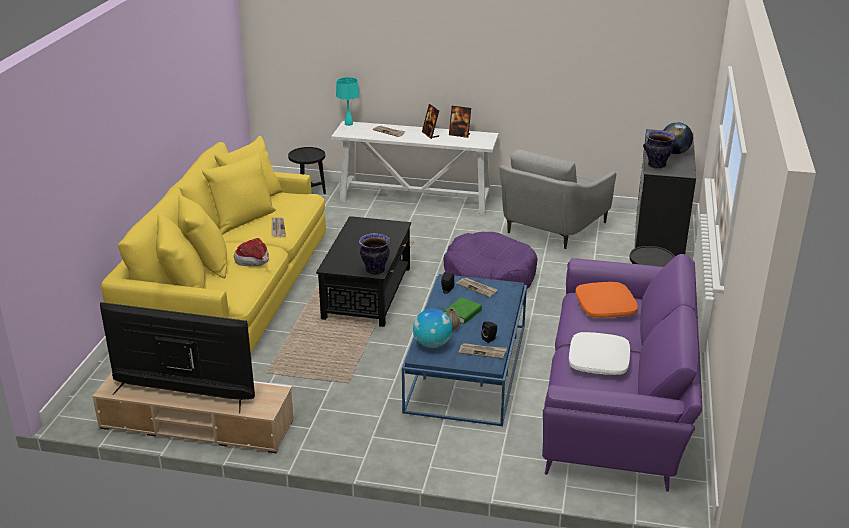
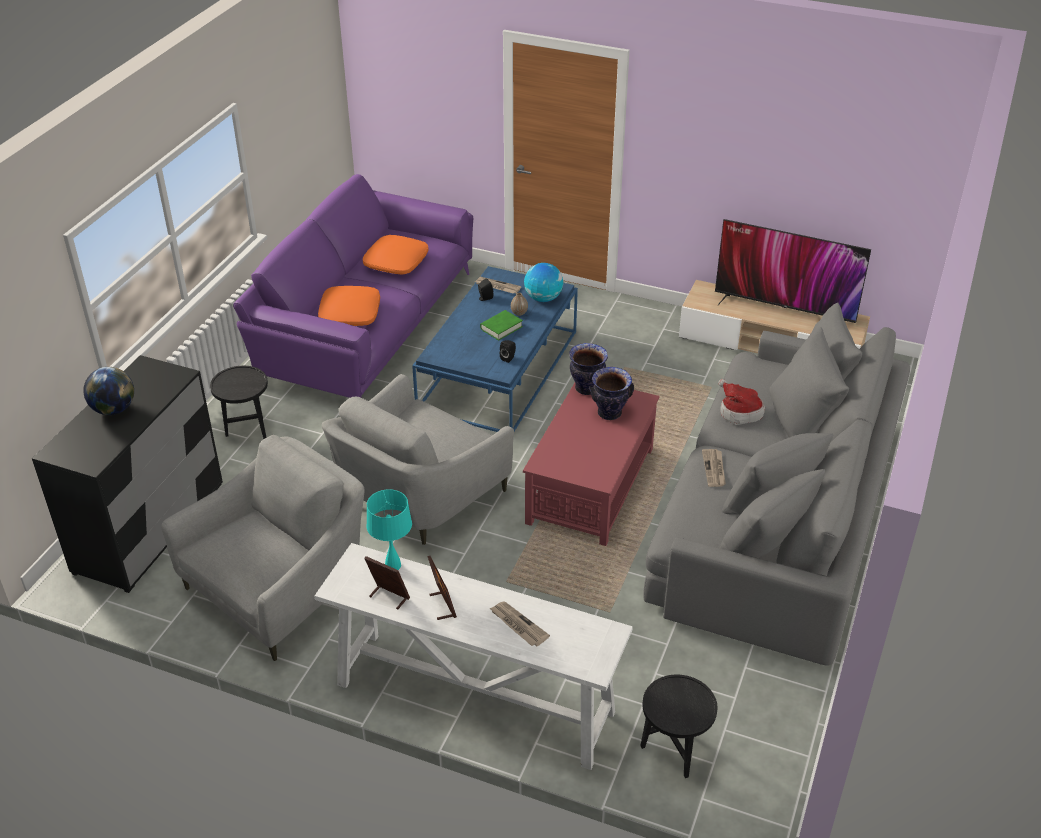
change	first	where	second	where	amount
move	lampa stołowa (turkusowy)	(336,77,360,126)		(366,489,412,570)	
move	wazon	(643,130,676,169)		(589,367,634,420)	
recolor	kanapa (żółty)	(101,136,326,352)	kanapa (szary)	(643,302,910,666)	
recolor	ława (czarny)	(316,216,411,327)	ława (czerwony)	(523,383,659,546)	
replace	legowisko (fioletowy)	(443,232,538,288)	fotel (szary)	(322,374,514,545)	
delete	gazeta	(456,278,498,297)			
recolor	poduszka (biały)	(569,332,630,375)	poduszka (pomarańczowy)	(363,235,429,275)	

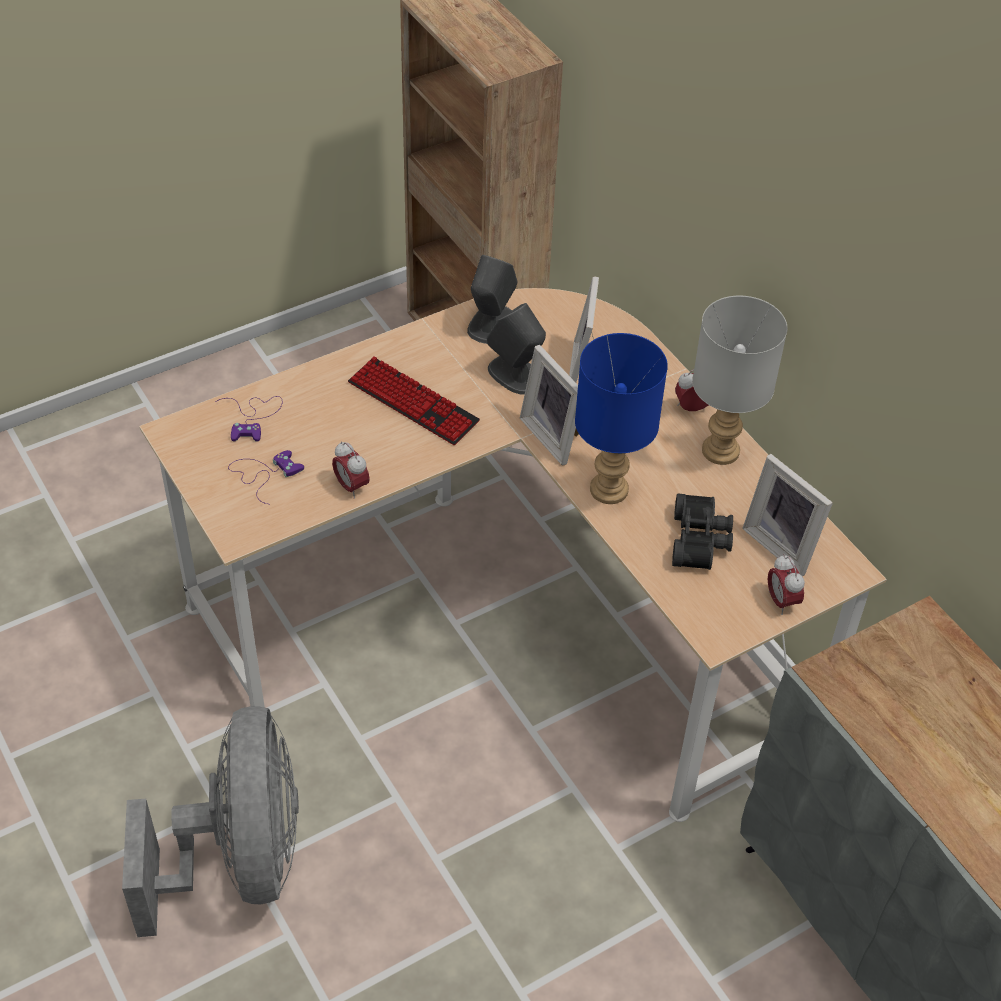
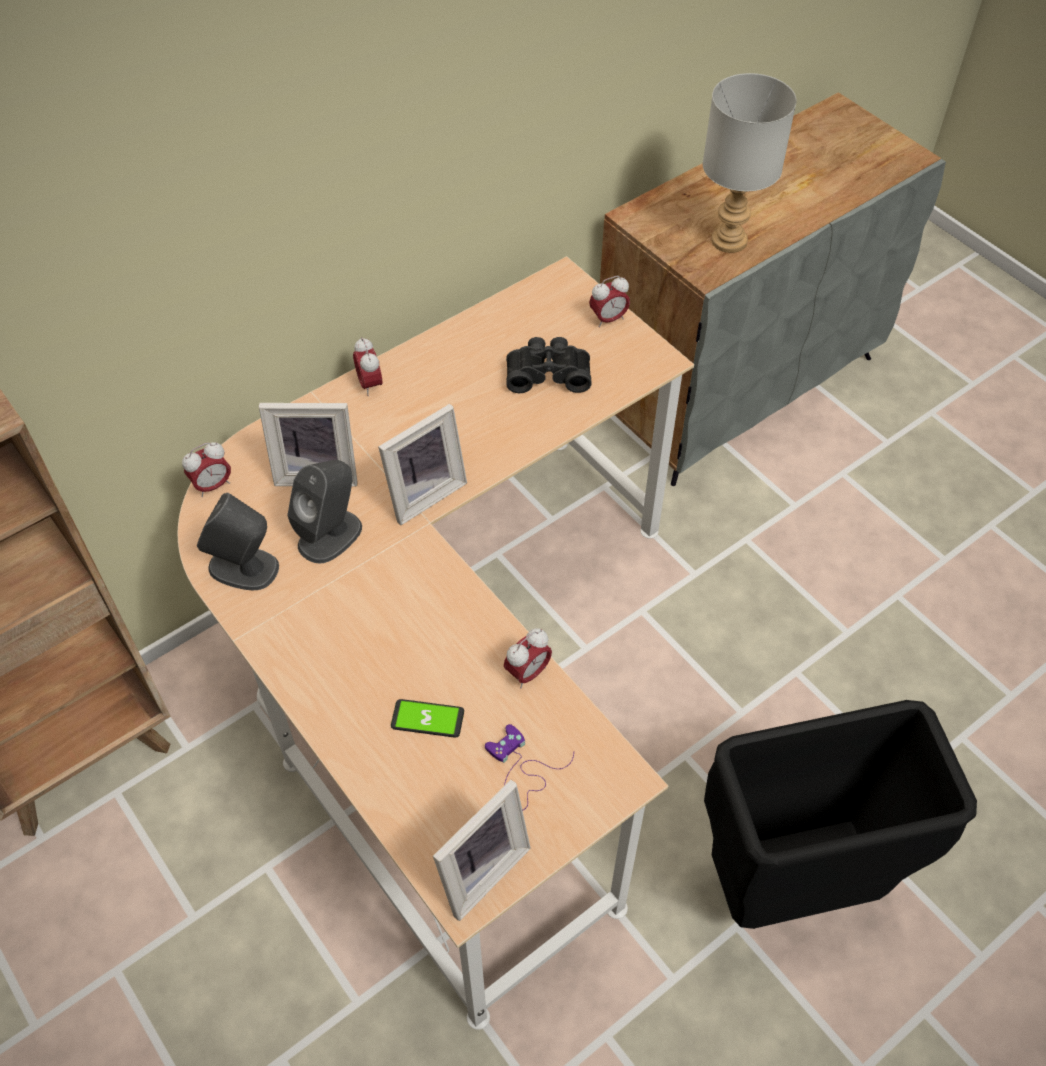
change	first	where	second	where	amount
move	lampa stołowa (szary)	(692,296,787,465)		(703,73,796,253)	
delete	lampa stołowa (niebieski)	(575,333,668,504)			
delete	klawiatura	(348,356,480,445)			
delete	pad do gier (fioletowy)	(216,396,282,442)			
move	ramka na zdjęcie	(742,454,833,577)		(433,780,531,921)	
replace	wentylator (szary)	(122,706,299,937)	kosz na śmieci (czarny)	(704,700,977,929)	
insert			budzik	(182,442,231,497)	
insert			telefon	(391,699,464,738)	

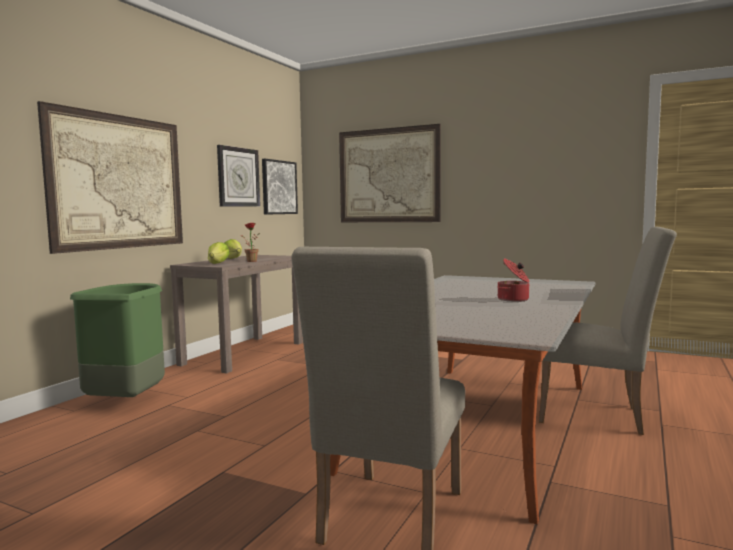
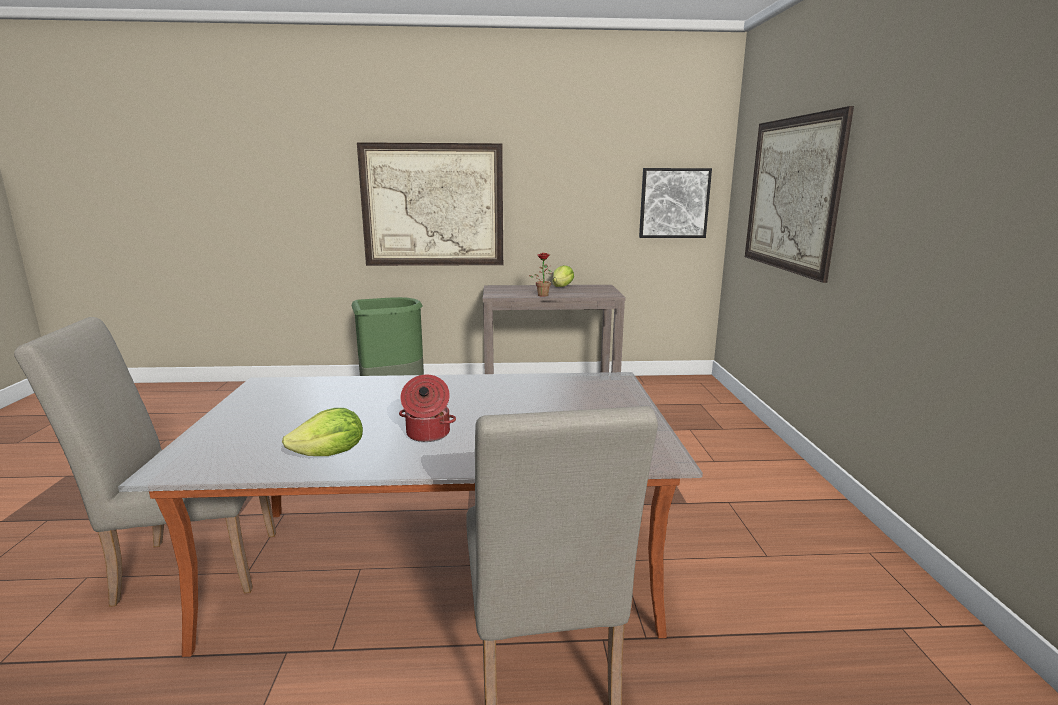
change	first	where	second	where	amount
delete	zegar ścienny	(217,145,260,207)			
move	sałata	(208,242,230,264)		(282,408,363,456)	

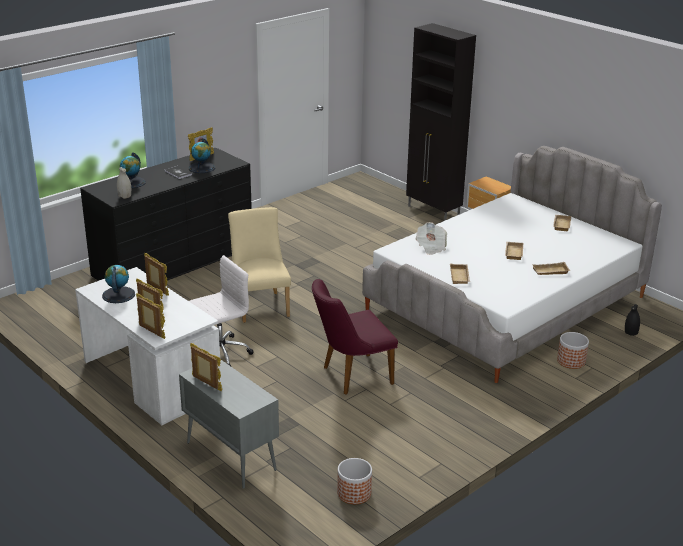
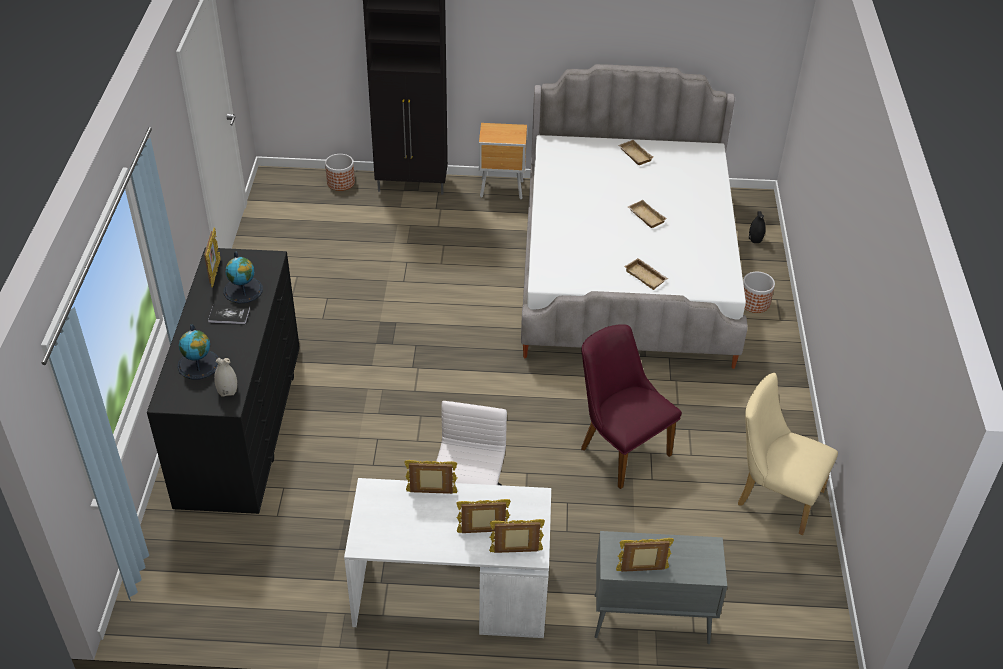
change	first	where	second	where	amount
move	krzesło (beżowy)	(228,207,291,323)		(738,373,838,535)	
delete	gazeta	(416,222,447,255)			
delete	taca (beżowy)	(532,262,570,275)			
delete	globus	(102,265,135,303)			
rotate	krzesło (fioletowy)	(312,279,398,395)		(581,324,682,489)	120 degrees clockwise
move	donica	(337,458,372,504)		(325,154,355,191)	

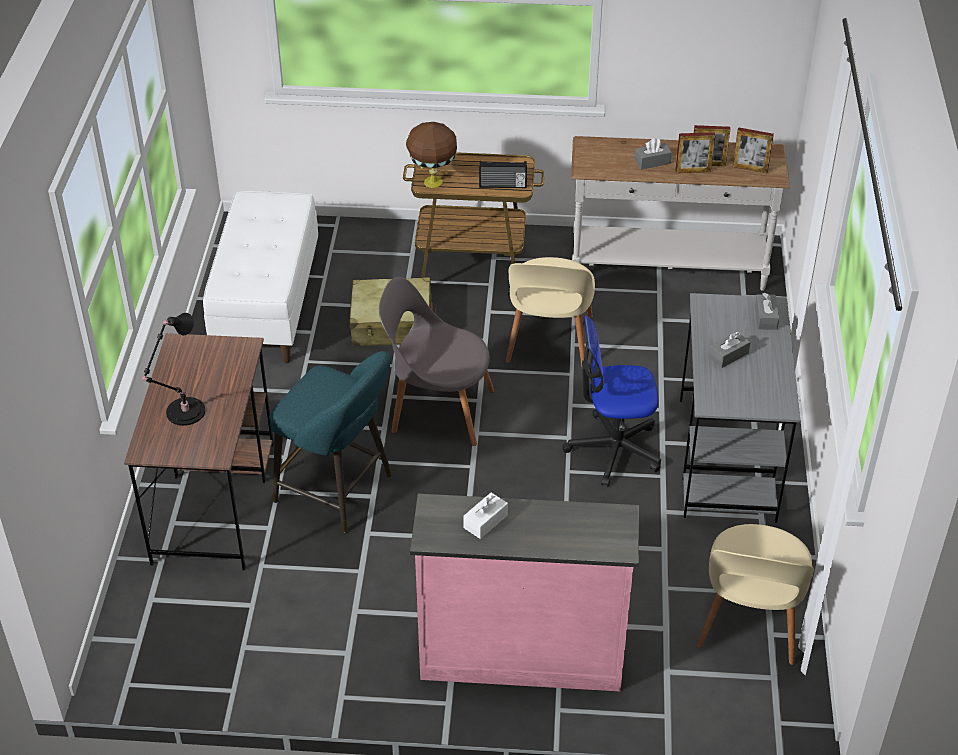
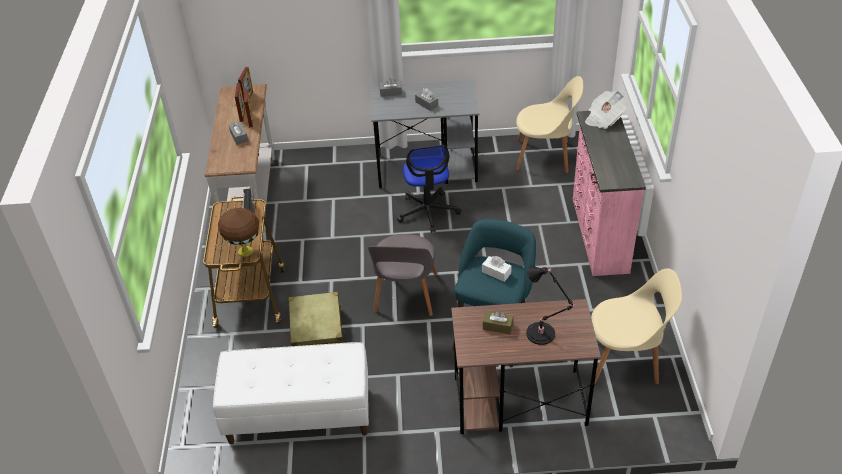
change	first	where	second	where	amount
move	krzesło (beżowy)	(505,257,595,366)		(591,268,682,384)	
move	pudełko chusteczek (biały)	(463,493,508,539)		(482,256,512,282)	
insert			gazeta	(585,91,628,129)	
insert			pudełko chusteczek (brązowy)	(483,311,514,334)	

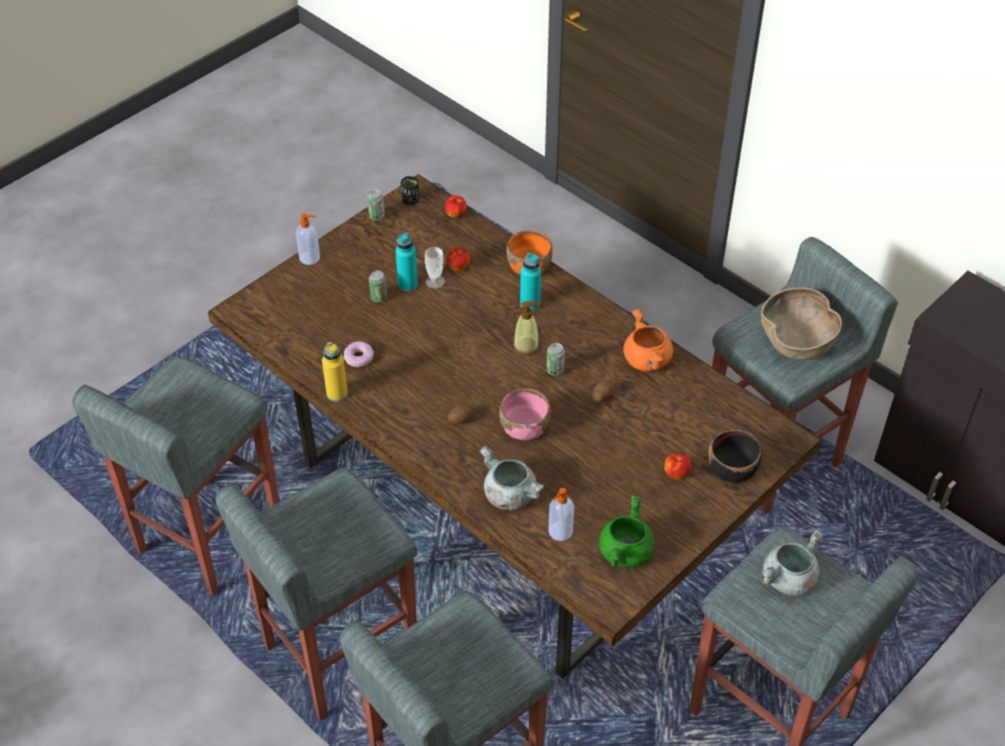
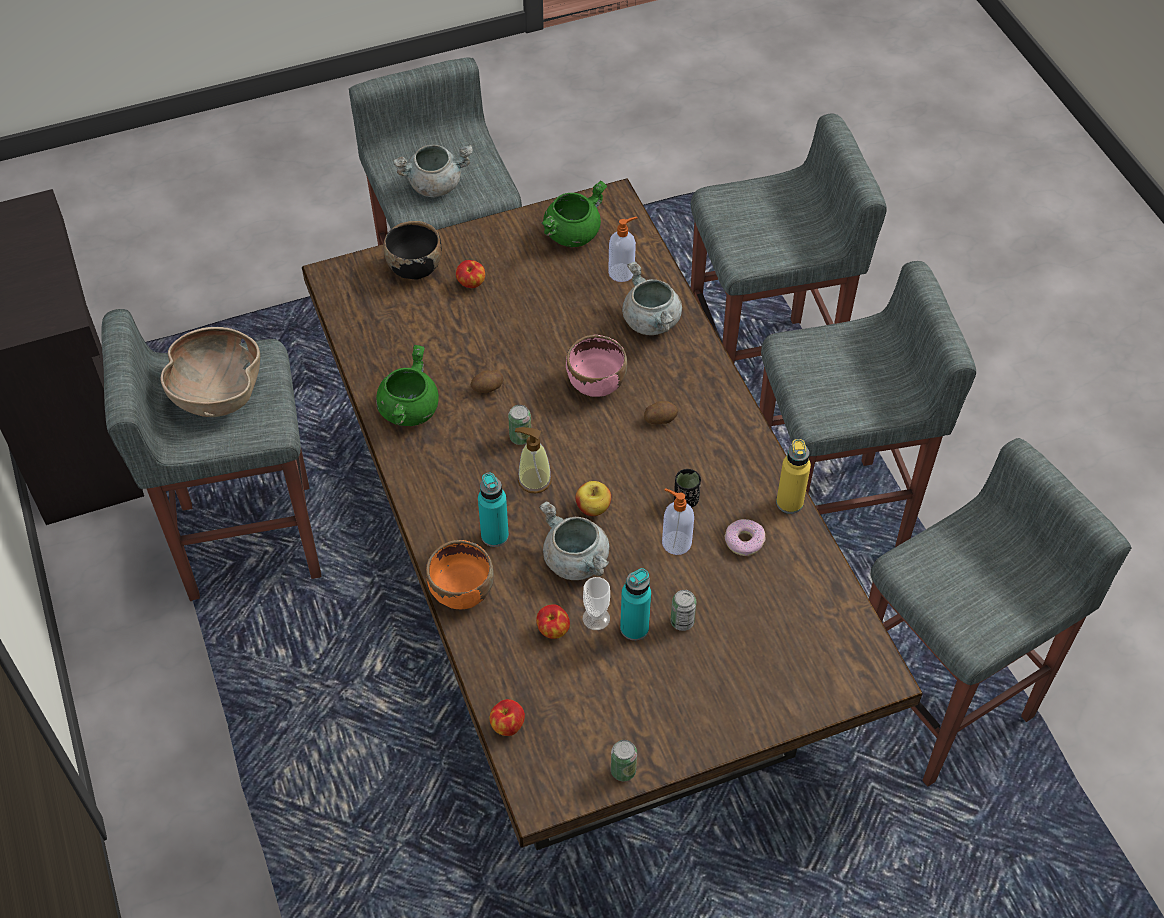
change	first	where	second	where	amount
move	filiżanka (czarny)	(401,176,419,205)		(674,469,701,508)	
move	dozownik mydła	(296,213,320,265)		(662,488,694,555)	
recolor	garnek (pomarańczowy)	(623,309,673,371)	garnek (zielony)	(376,345,439,426)	
insert			jabłko	(575,481,611,516)	
insert			garnek (szary)	(539,501,610,580)	

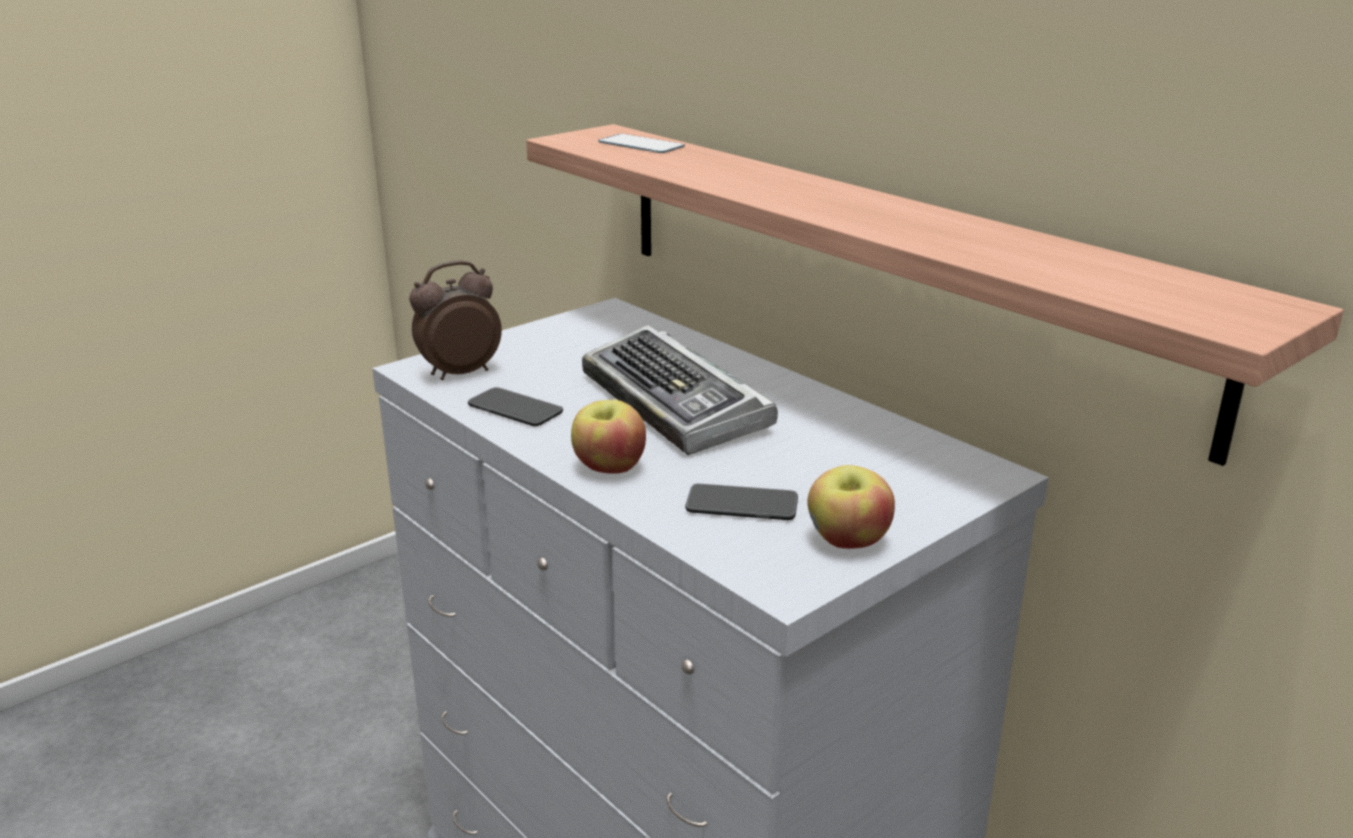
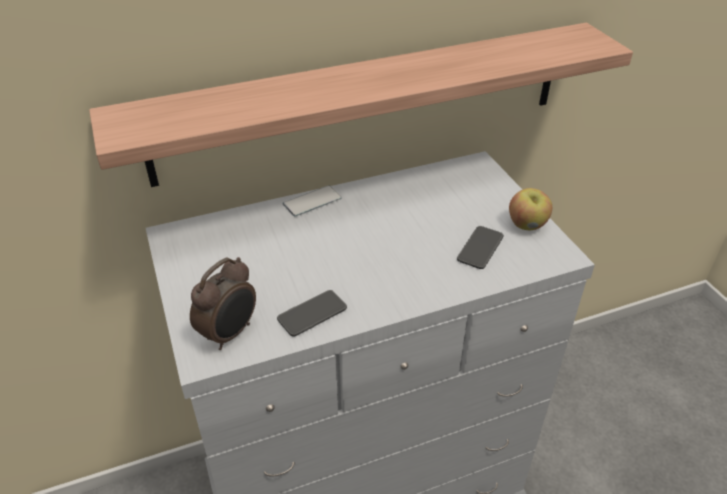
change	first	where	second	where	amount
move	telefon	(598,134,685,153)		(282,185,342,216)	
rotate	budzik	(409,260,502,380)		(190,257,256,350)	135 degrees counterclockwise
delete	klawiatura	(582,325,778,455)			
delete	jabłko	(571,400,646,474)			

